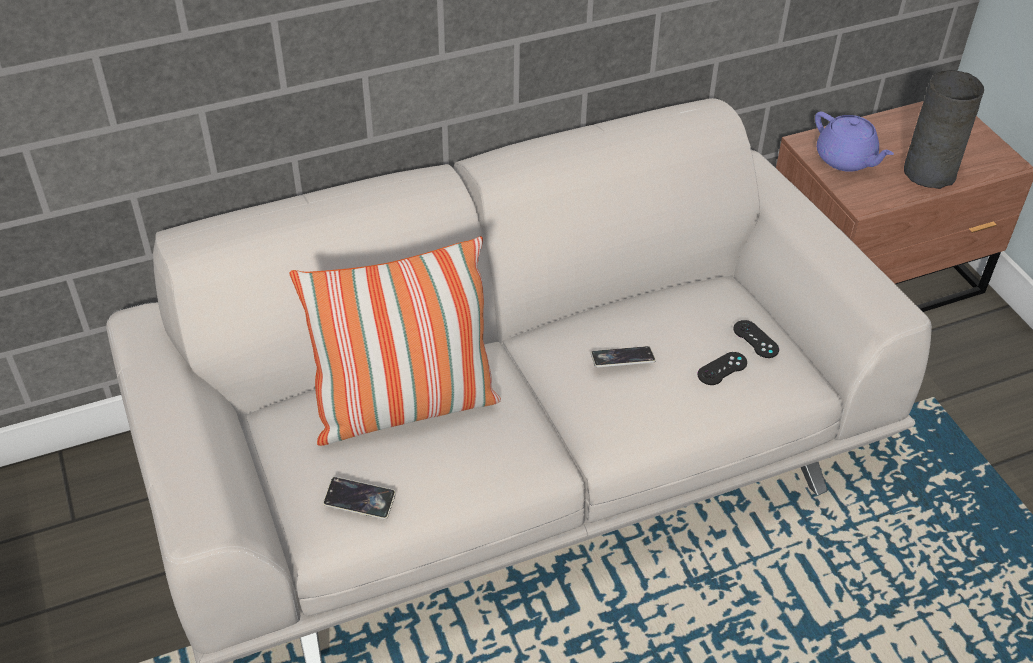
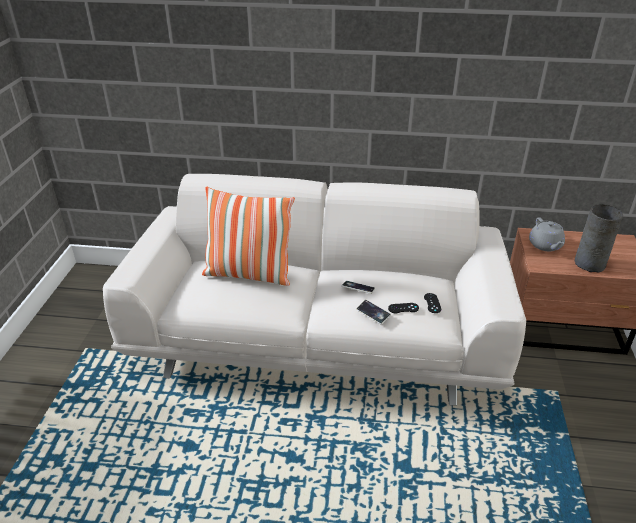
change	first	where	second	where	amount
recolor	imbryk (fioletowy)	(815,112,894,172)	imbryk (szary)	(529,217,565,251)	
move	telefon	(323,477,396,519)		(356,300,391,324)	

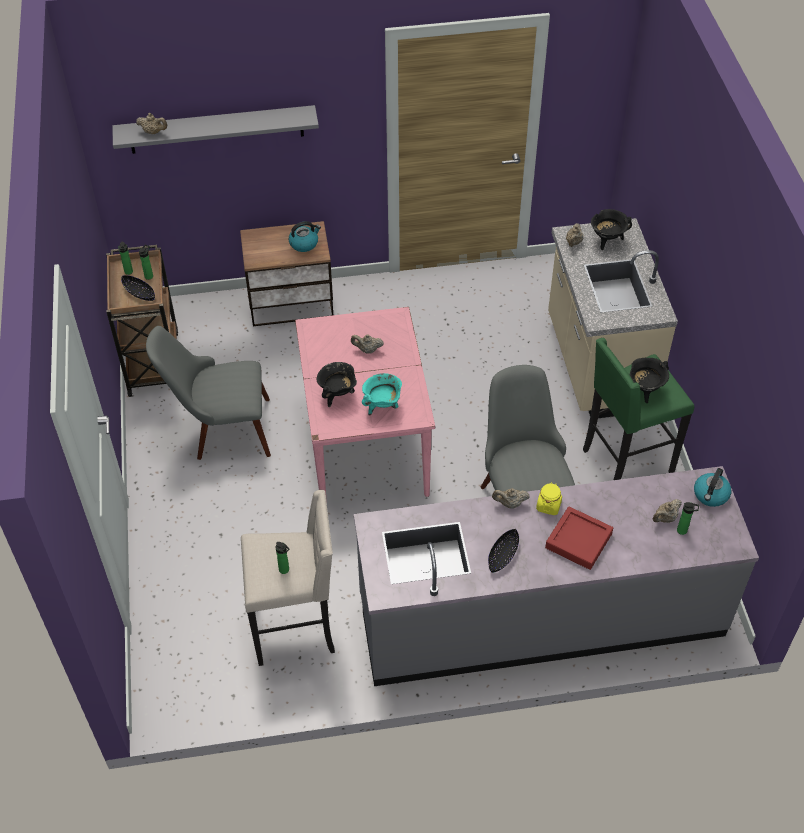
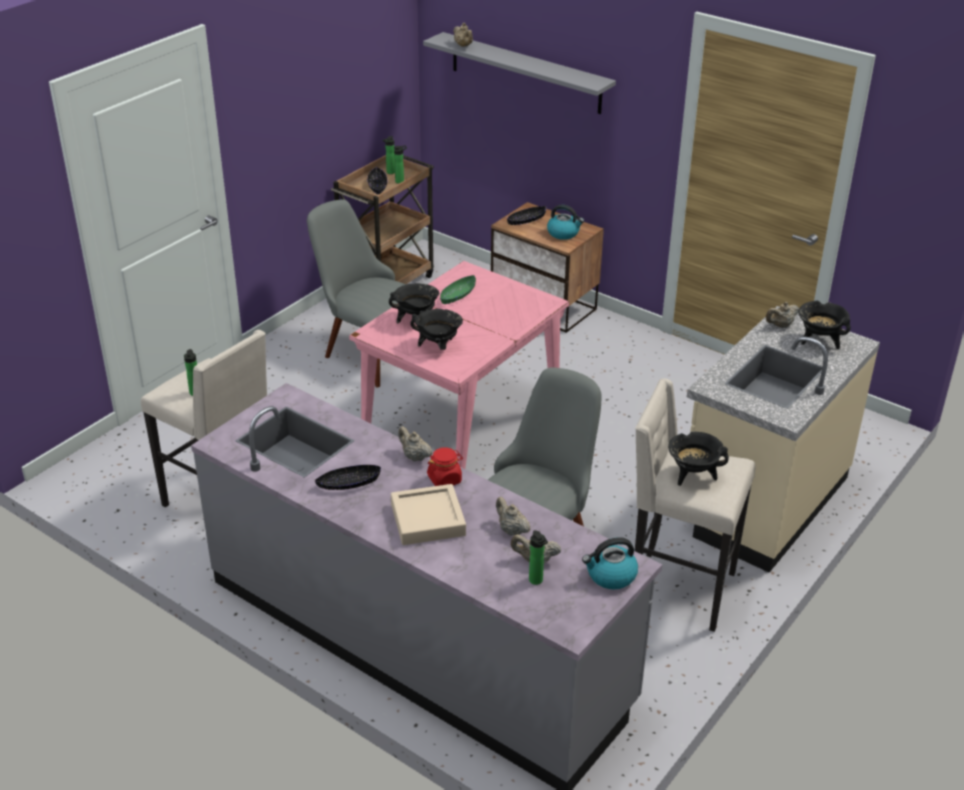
change	first	where	second	where	amount
move	imbryk (beżowy)	(351,334,384,354)		(496,497,531,536)	
recolor	stołek (zielony)	(583,338,694,480)	stołek (beżowy)	(635,378,755,632)	
recolor	garnek (turkusowy)	(362,373,402,416)	garnek (czarny)	(410,309,463,350)	
recolor	słoik (żółty)	(536,482,562,515)	słoik (czerwony)	(427,447,463,486)	
recolor	taca (czerwony)	(545,507,613,570)	taca (beżowy)	(391,484,466,545)	
insert			miska (czarny)	(507,206,546,225)	
insert			miska (zielony)	(440,275,476,304)	

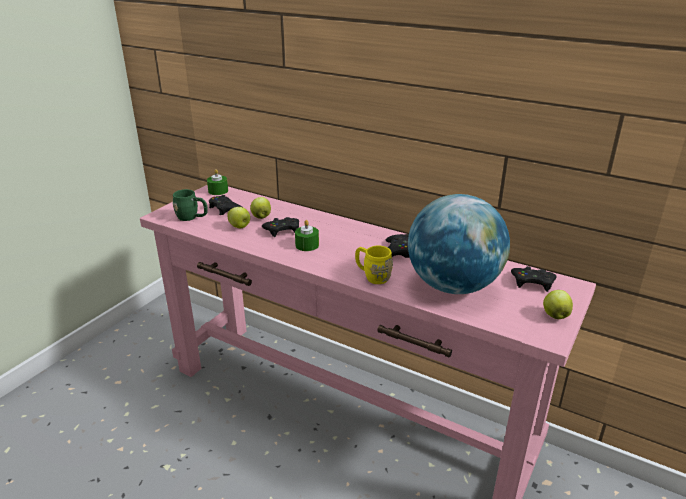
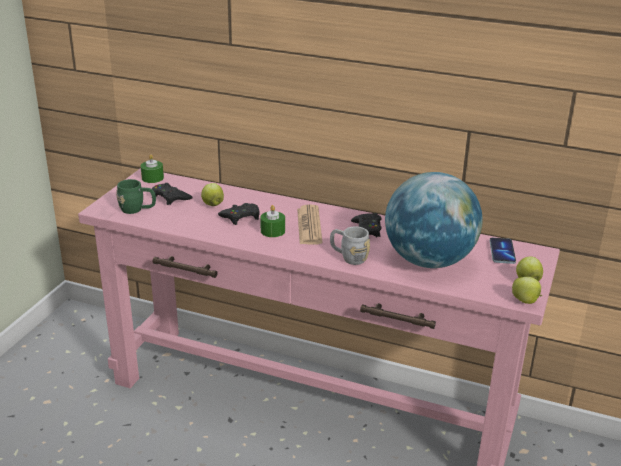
change	first	where	second	where	amount
move	jabłko	(227,207,250,228)		(512,277,542,304)	
recolor	kubek (żółty)	(355,246,393,284)	kubek (szary)	(330,226,370,265)	
replace	pad do gier (czarny)	(511,266,557,292)	telefon	(490,238,516,264)	
insert			gazeta	(297,204,323,244)	

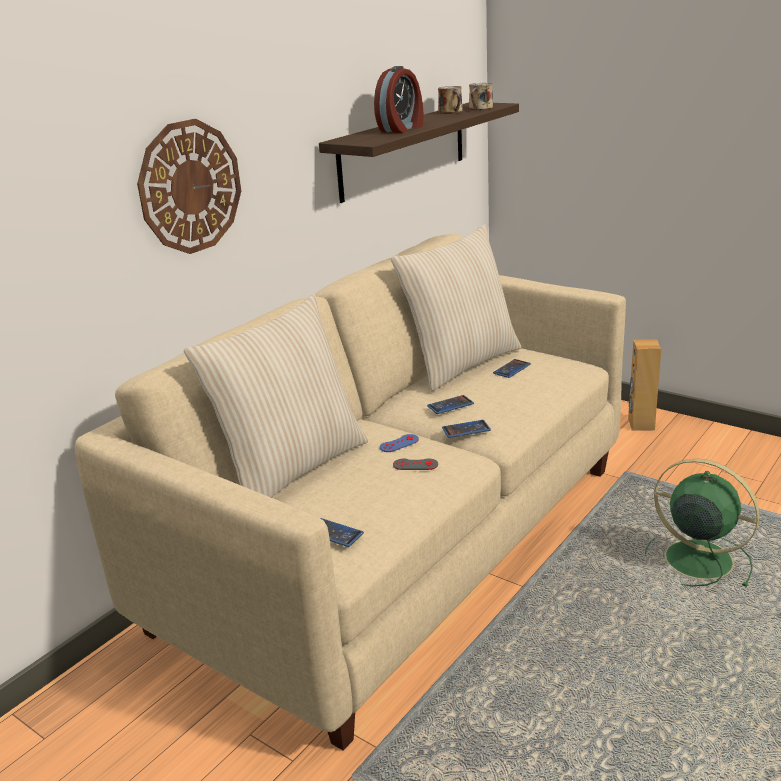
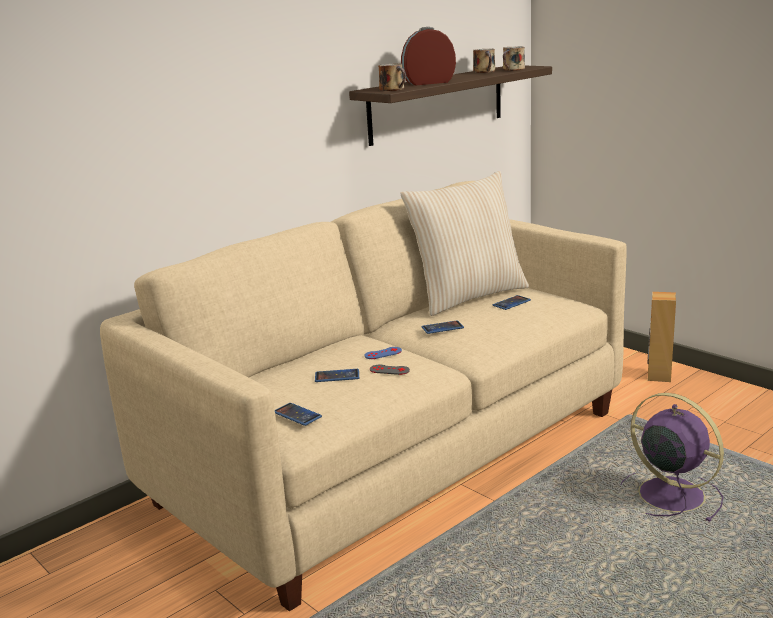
change	first	where	second	where	amount
rotate	budzik	(374,66,424,133)		(401,27,456,85)	150 degrees counterclockwise
delete	zegar ścienny	(137,119,241,254)			
delete	poduszka (beżowy)	(184,294,368,497)			
move	telefon	(442,420,491,438)		(315,369,359,382)	
recolor	wentylator (zielony)	(645,459,760,588)	wentylator (fioletowy)	(620,393,724,522)	
insert			kubek	(378,63,406,91)	

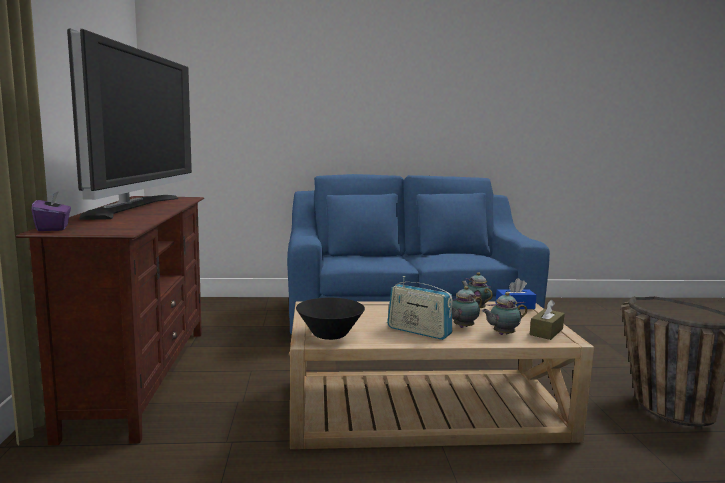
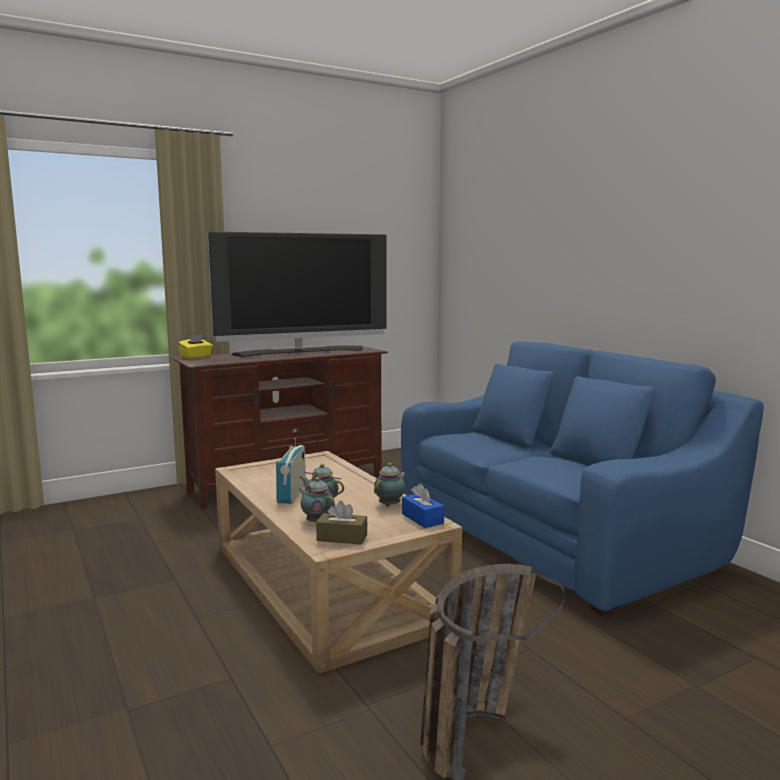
change	first	where	second	where	amount
recolor	pudełko chusteczek (fioletowy)	(31,191,71,231)	pudełko chusteczek (żółty)	(178,334,213,359)	
delete	miska (czarny)	(296,298,365,340)			

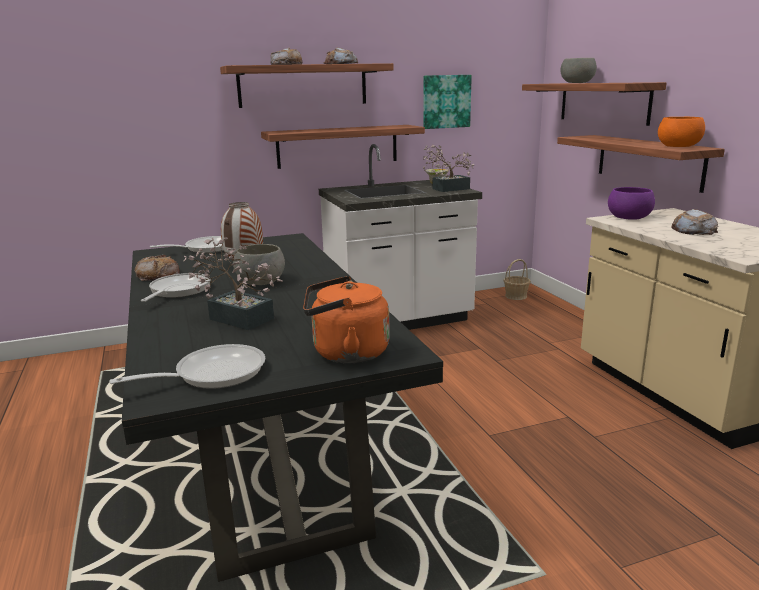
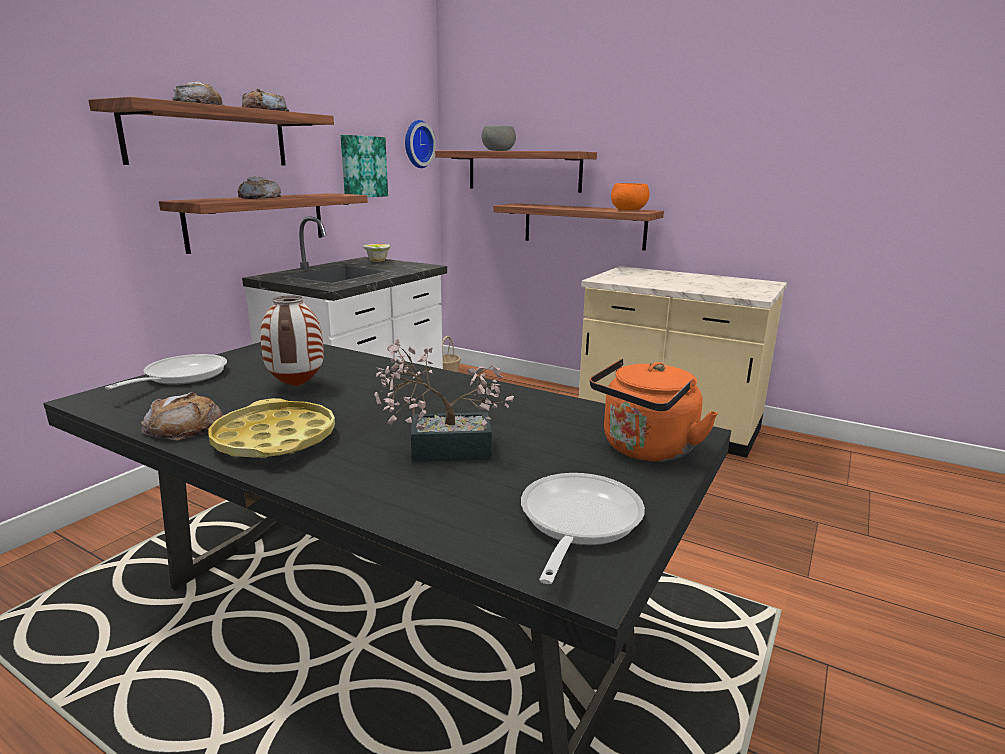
change	first	where	second	where	amount
delete	roślina doniczkowa	(423,144,474,192)			
delete	miska (fioletowy)	(608,187,655,220)			
move	chleb	(672,209,718,235)		(238,176,281,199)	
delete	miska (szary)	(233,244,285,285)			
replace	patelnia	(141,273,210,302)	taca (żółty)	(209,398,335,458)	
insert			zegar ścienny	(405,120,436,168)	

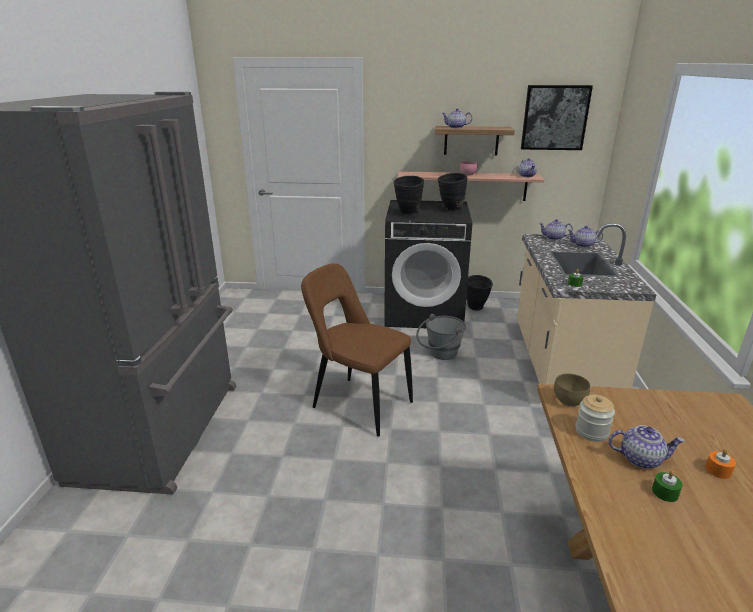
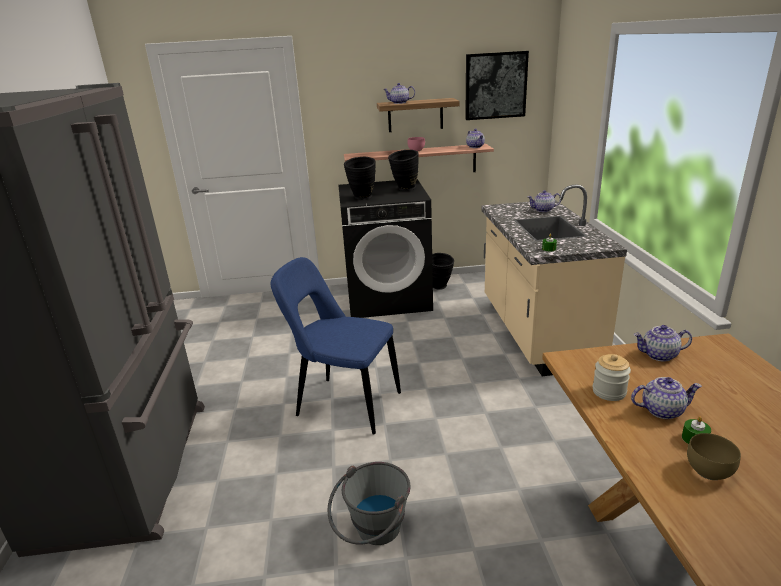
change	first	where	second	where	amount
move	imbryk	(539,219,573,240)		(634,325,692,361)	
recolor	krzesło (brązowy)	(301,263,413,437)	krzesło (niebieski)	(271,257,401,435)	
move	wiadro (szary)	(416,314,466,360)		(328,462,411,545)	
move	miska (brązowy)	(554,373,590,407)		(687,433,741,480)	
delete	świeca (pomarańczowy)	(705,449,736,479)			

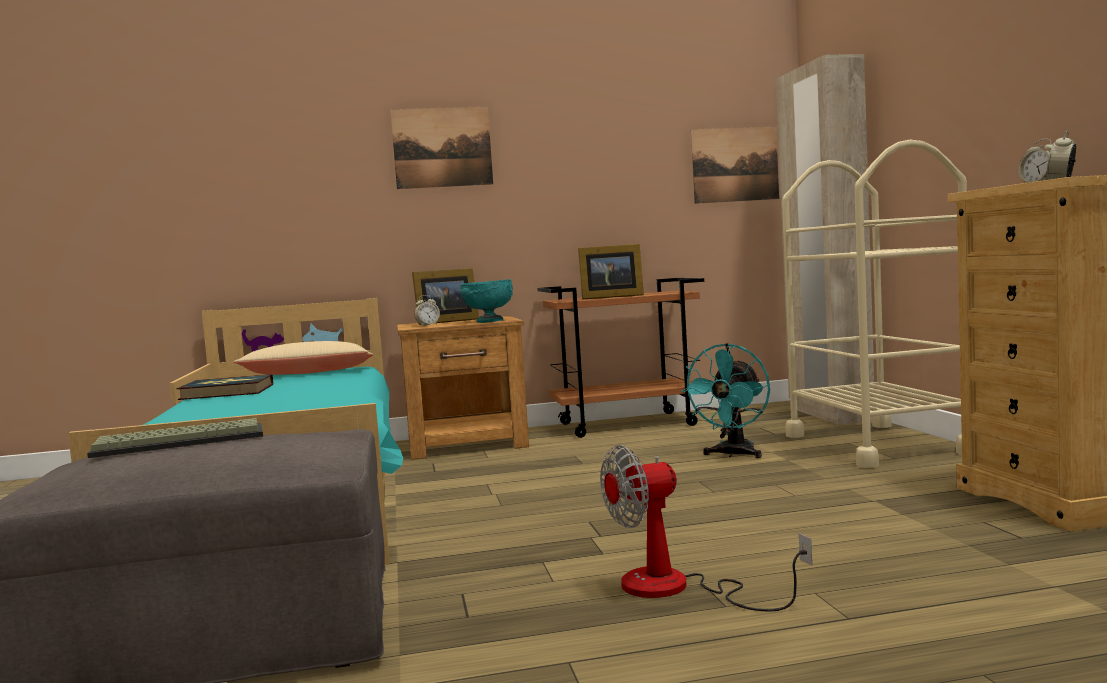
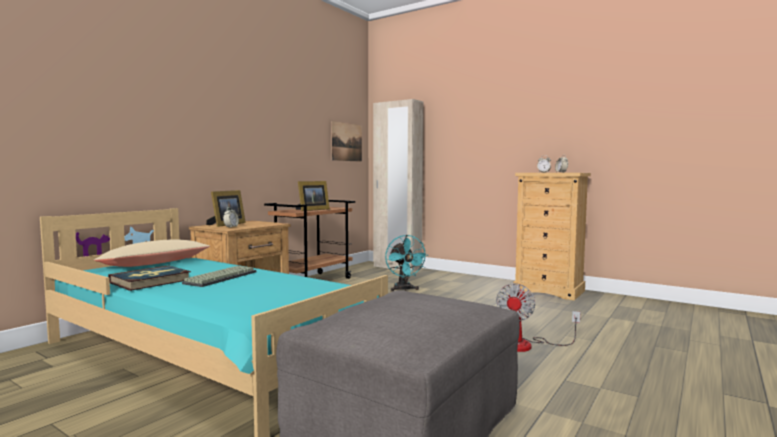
change	first	where	second	where	amount
delete	obraz	(390,106,493,189)			
delete	wózek (beżowy)	(782,140,967,468)			
delete	miska (turkusowy)	(460,279,513,323)			
move	klawiatura	(87,418,263,458)		(182,266,256,287)	

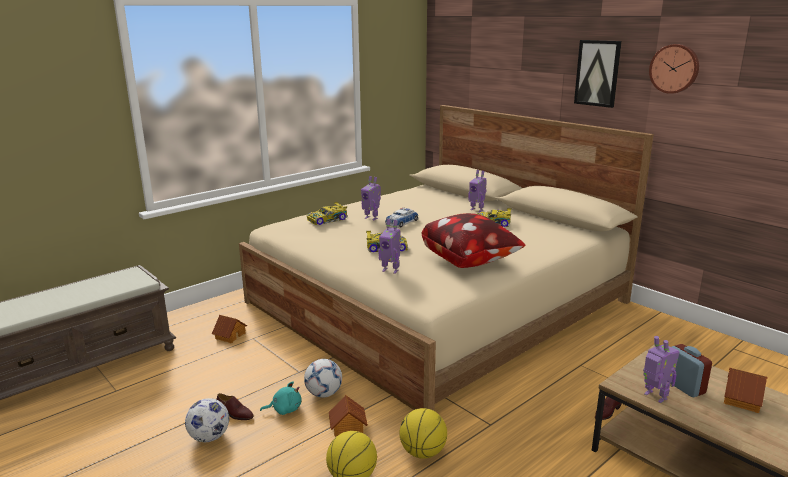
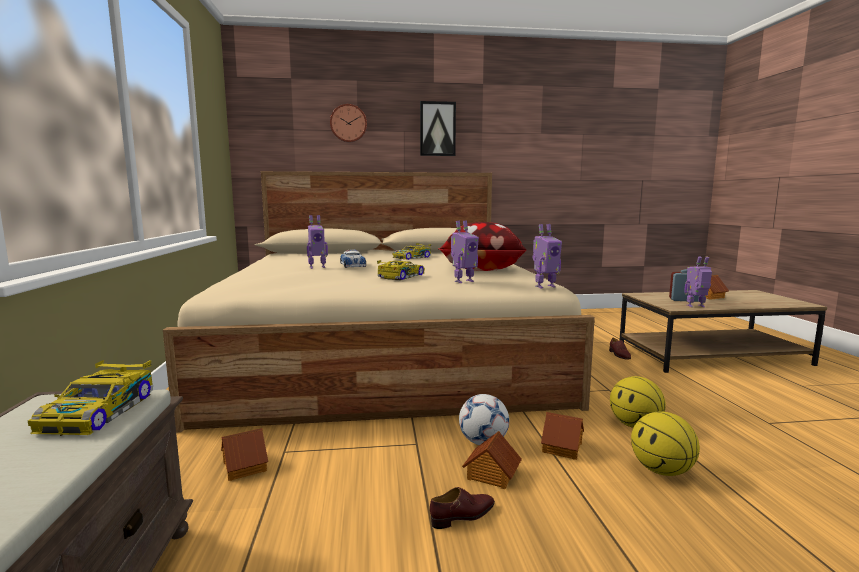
change	first	where	second	where	amount
move	zegar ścienny	(649,44,699,94)		(330,104,367,142)	
move	robot zabawkowy	(468,170,487,212)		(533,224,562,288)	
move	samochodzik	(306,202,347,225)		(28,360,153,436)	
replace	pluszak (turkusowy)	(260,381,301,415)	domek	(462,431,522,489)	
delete	piłka futbolowa	(185,398,229,442)			

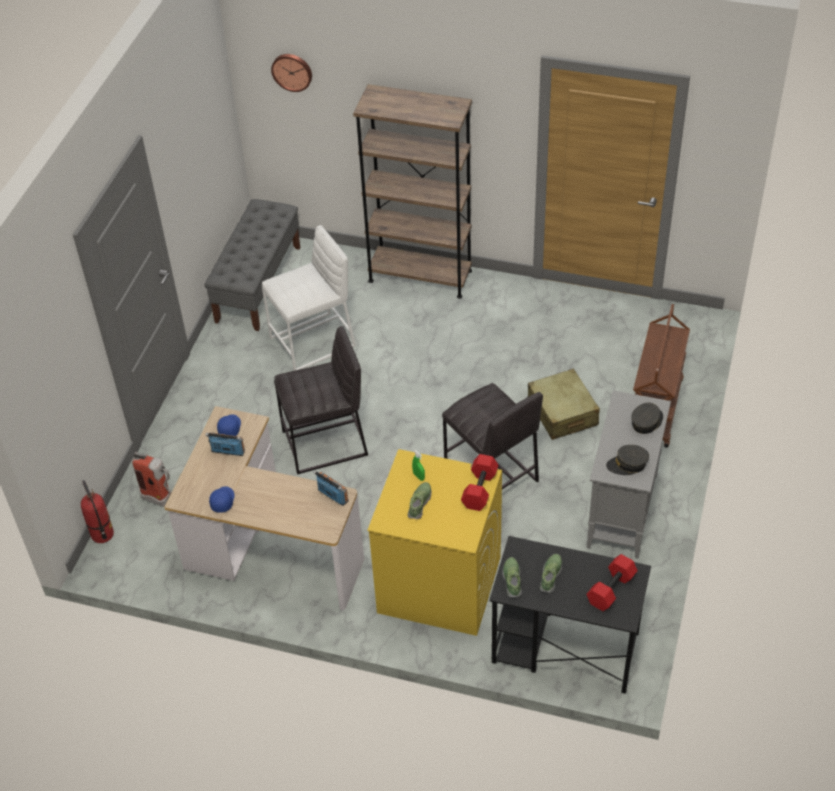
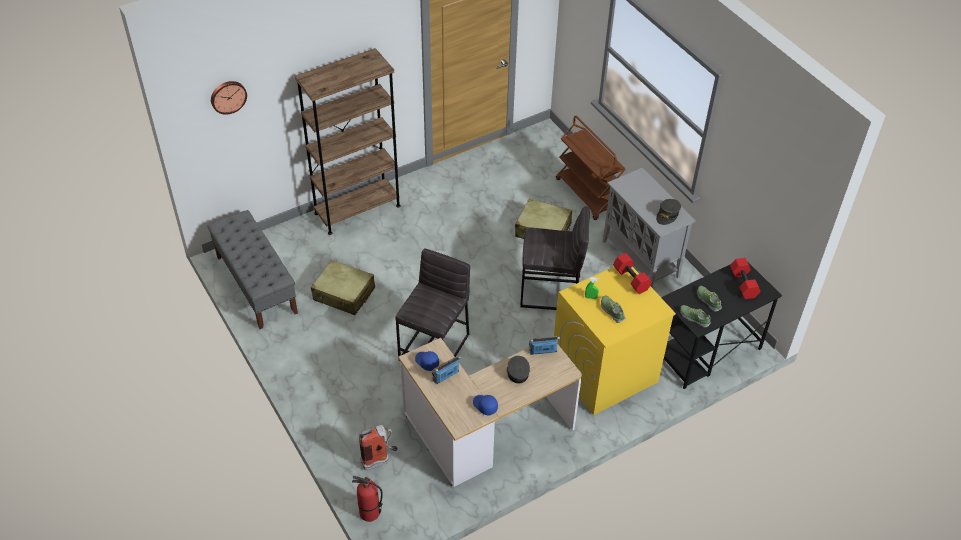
change	first	where	second	where	amount
replace	stołek (biały)	(262,225,356,371)	walizka (beżowy)	(311,260,375,315)	
move	czapka z daszkiem (szary)	(631,403,663,434)		(507,356,530,384)	

